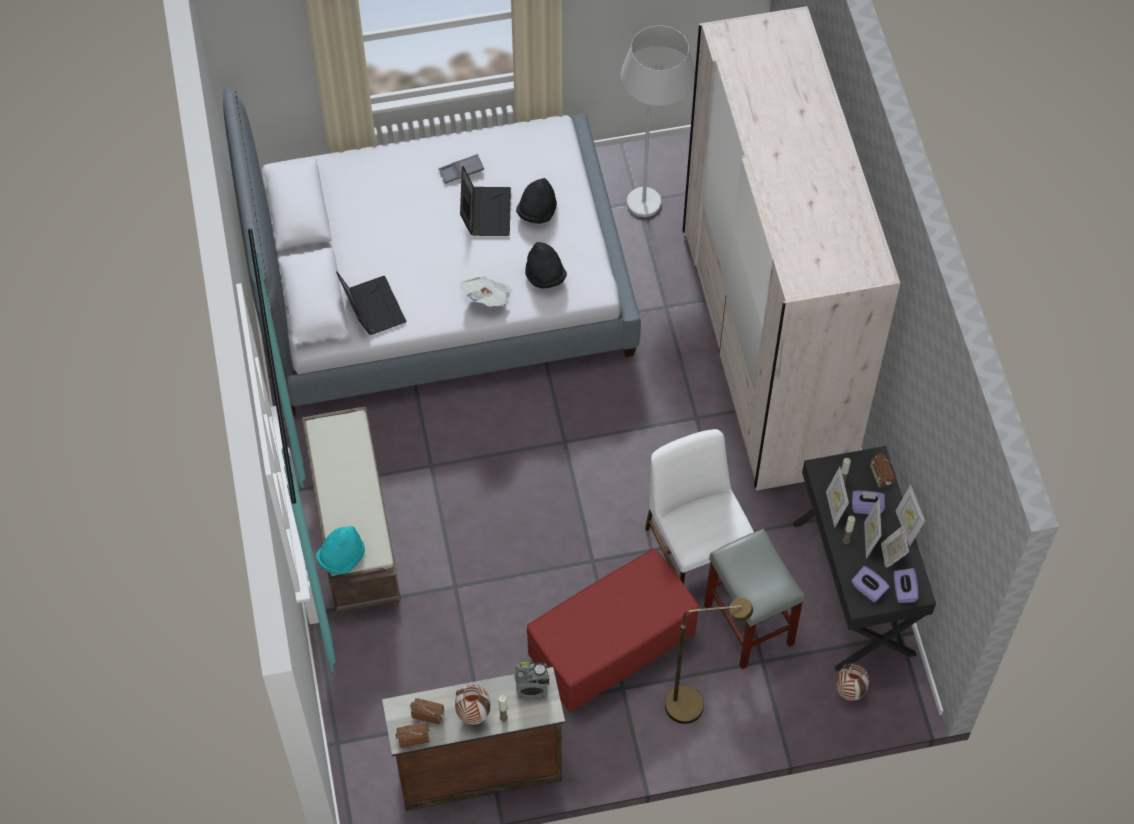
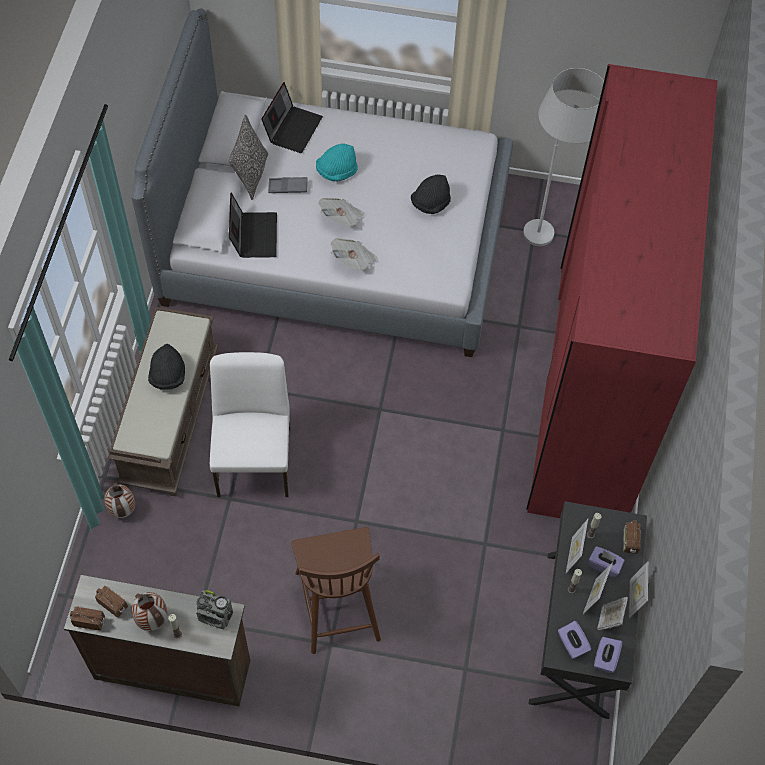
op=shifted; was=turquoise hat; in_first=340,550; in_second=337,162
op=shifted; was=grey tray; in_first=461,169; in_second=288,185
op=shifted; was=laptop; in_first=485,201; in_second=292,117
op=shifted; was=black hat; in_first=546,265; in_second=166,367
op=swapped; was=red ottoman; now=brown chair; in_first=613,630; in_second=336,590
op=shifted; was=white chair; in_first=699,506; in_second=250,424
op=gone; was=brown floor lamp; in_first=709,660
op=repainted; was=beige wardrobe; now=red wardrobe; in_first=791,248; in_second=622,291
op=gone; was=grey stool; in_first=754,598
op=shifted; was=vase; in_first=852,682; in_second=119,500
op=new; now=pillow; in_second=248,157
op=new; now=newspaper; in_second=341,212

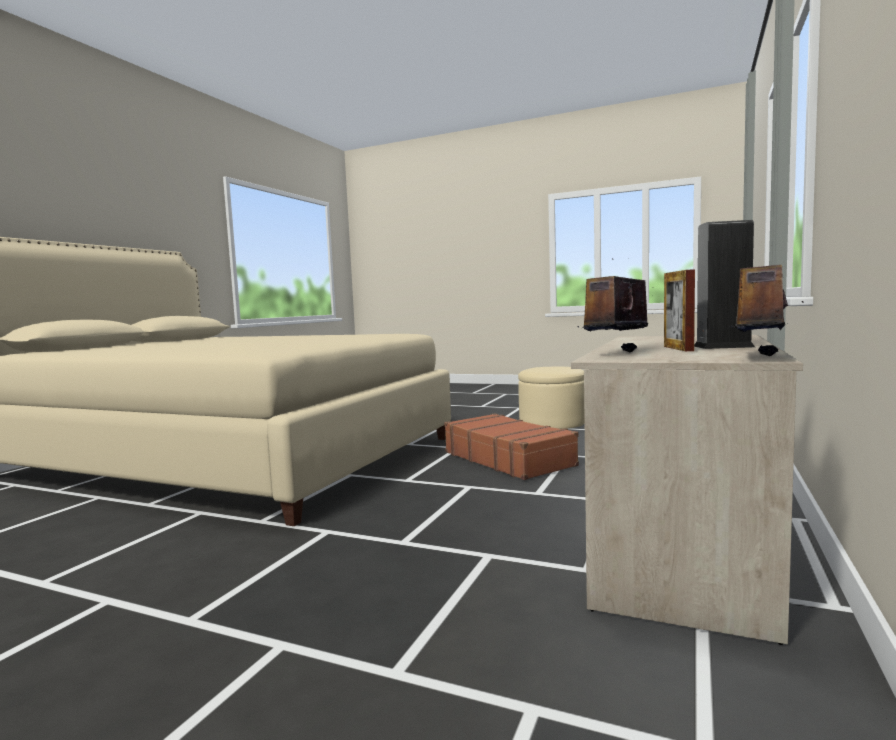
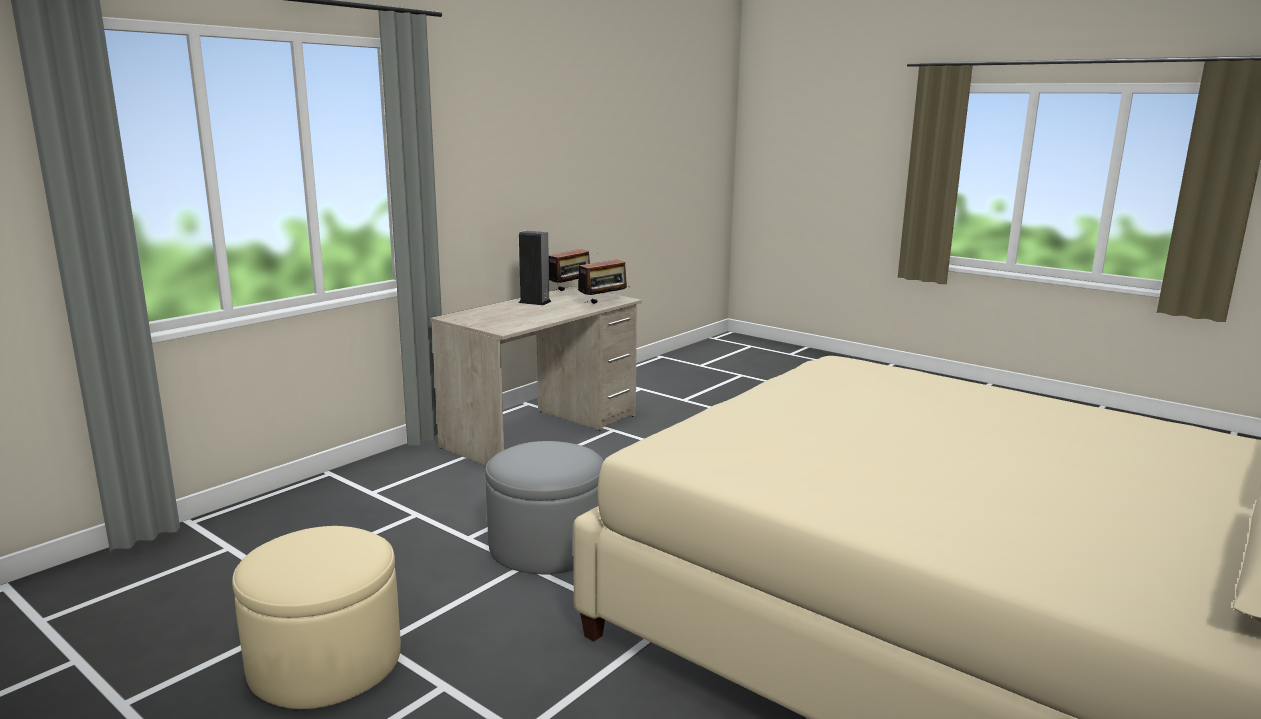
op=swapped; was=brown suitcase; now=grey ottoman; in_first=511,446; in_second=544,507
op=gone; was=picture frame; in_first=679,310

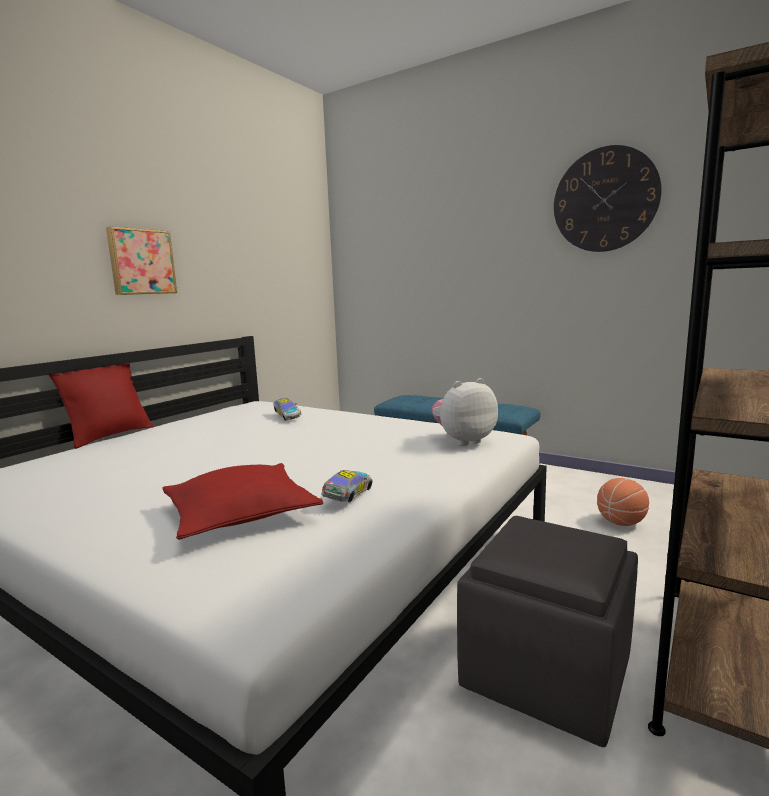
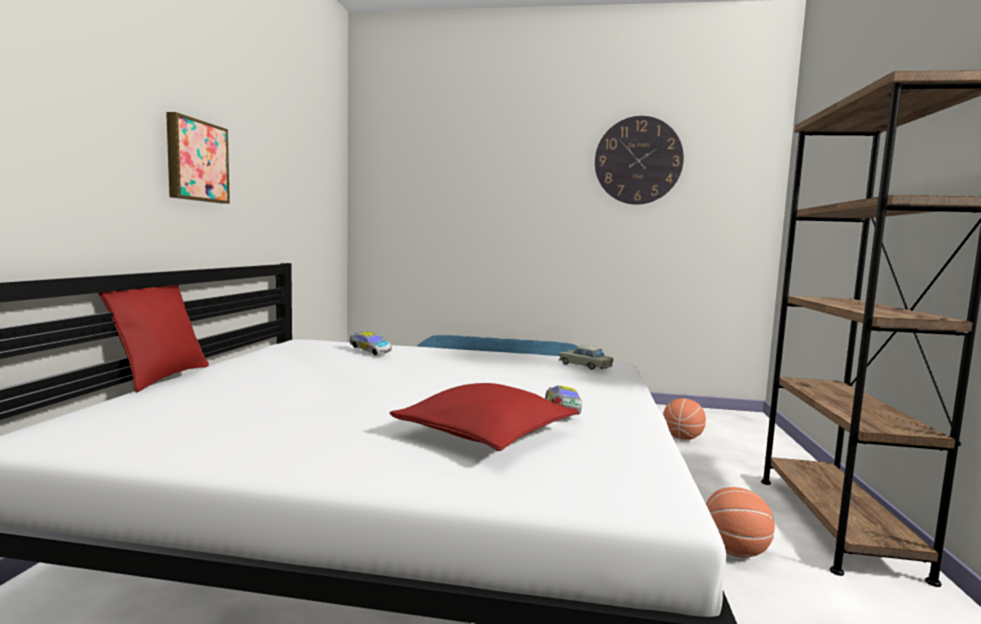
op=swapped; was=plush toy; now=beige toy car; in_first=465,412; in_second=586,358
op=swapped; was=grey ottoman; now=basketball; in_first=547,631; in_second=740,522

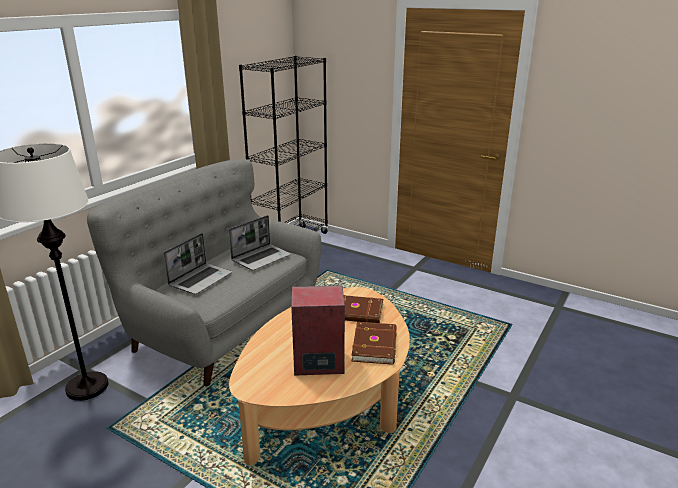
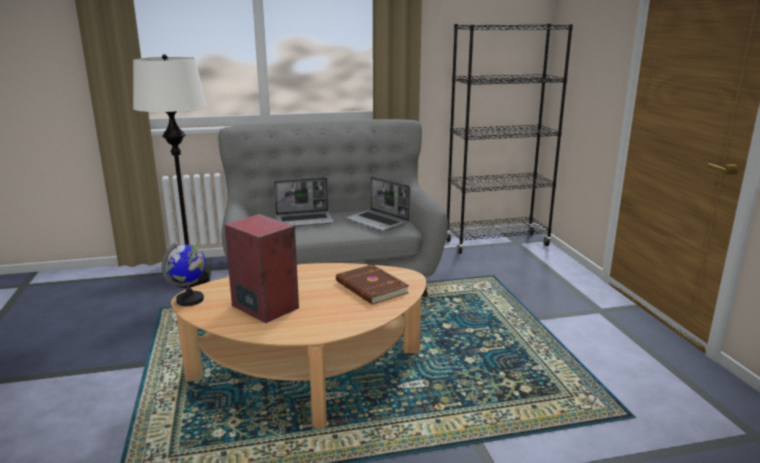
op=rotated; was=laptop; in_first=260,242; in_second=377,203; clockwise=45
op=gone; was=brown book; in_first=374,343
op=new; now=globe; in_second=184,274

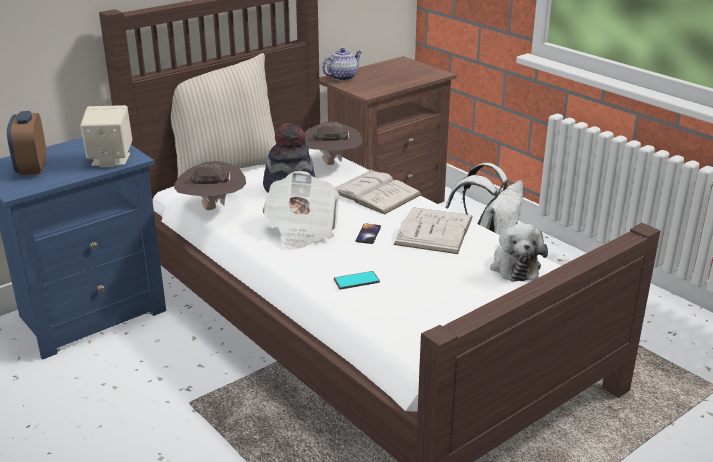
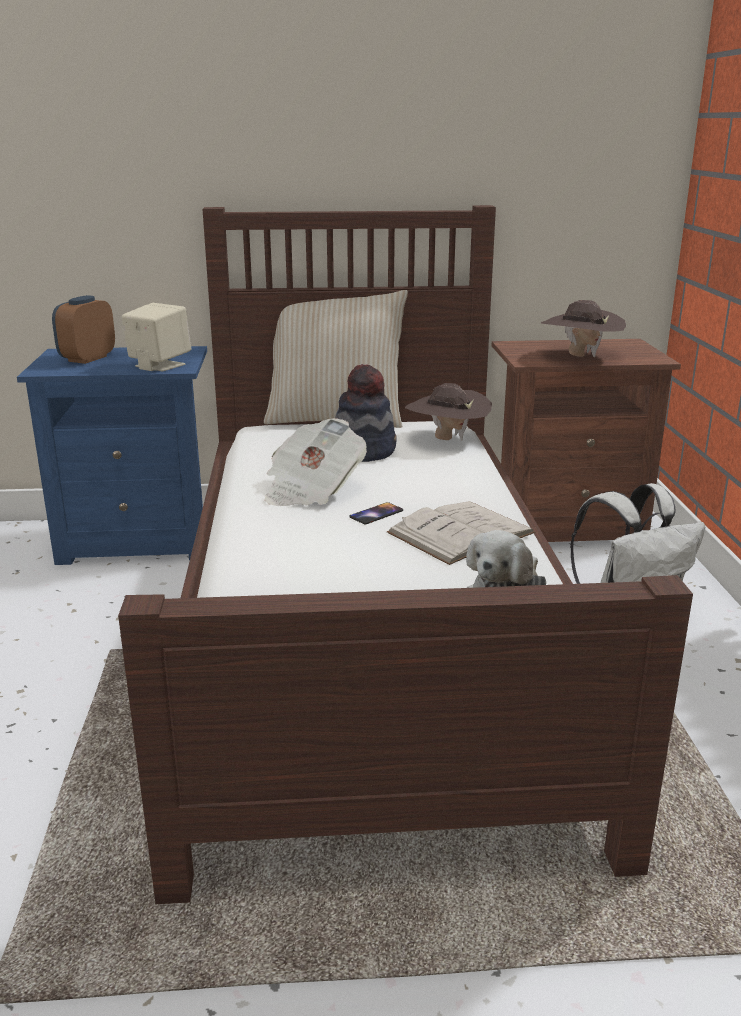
op=shifted; was=brown hat; in_first=210,185; in_second=583,329
op=gone; was=teapot; in_first=342,64
op=gone; was=phone; in_first=357,280
op=gone; was=white book; in_first=378,192

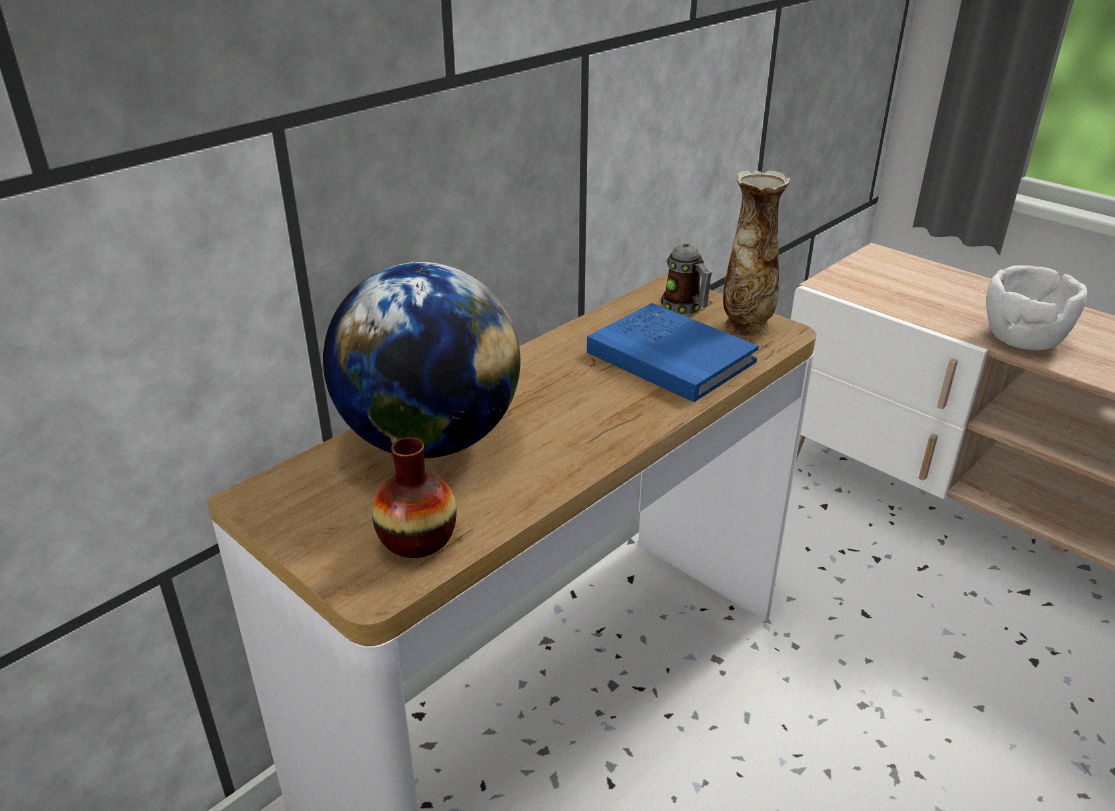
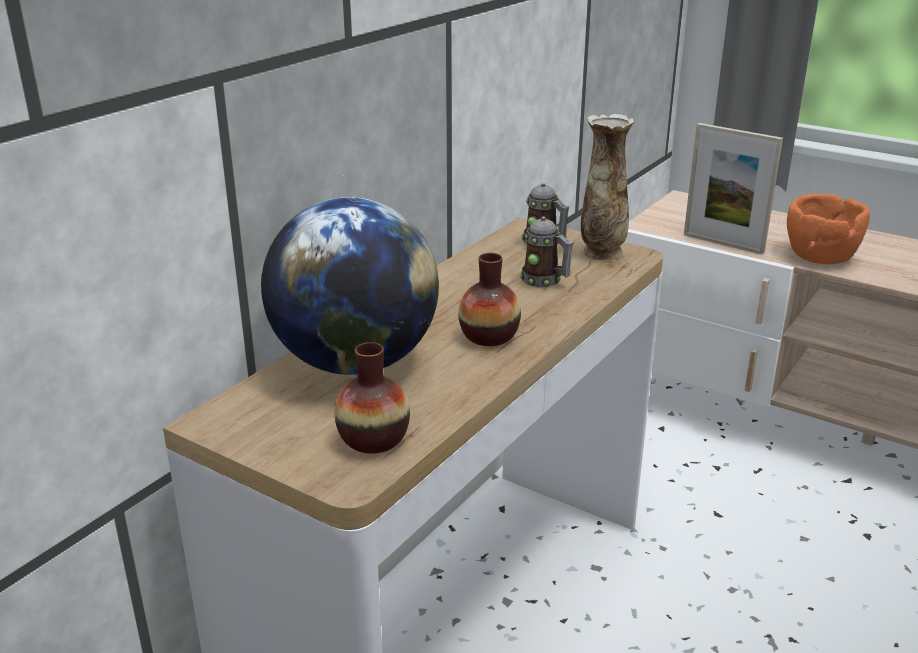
op=swapped; was=blue book; now=mug; in_first=673,352; in_second=547,252
op=repainted; was=white bowl; now=orange bowl; in_first=1036,307; in_second=828,229
op=new; now=vase; in_second=489,299
op=new; now=picture frame; in_second=733,189

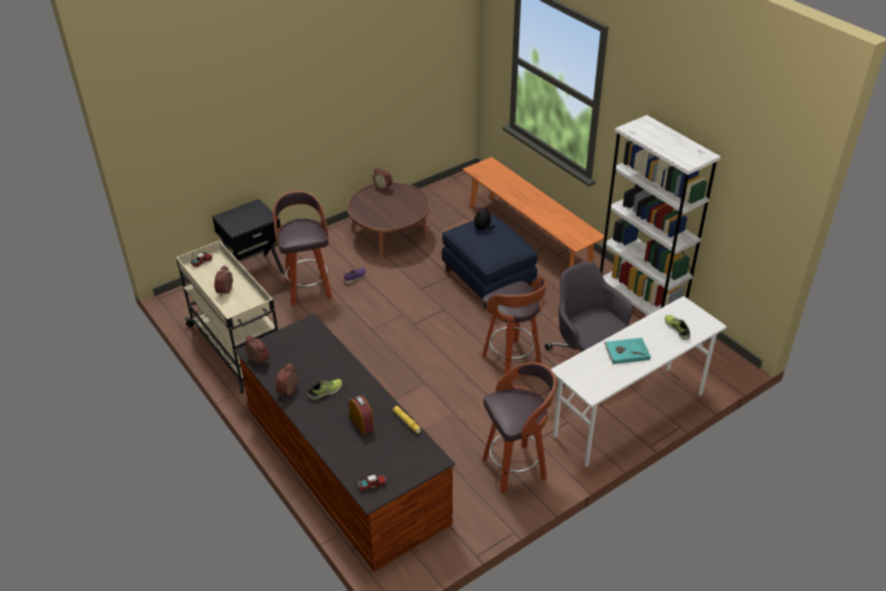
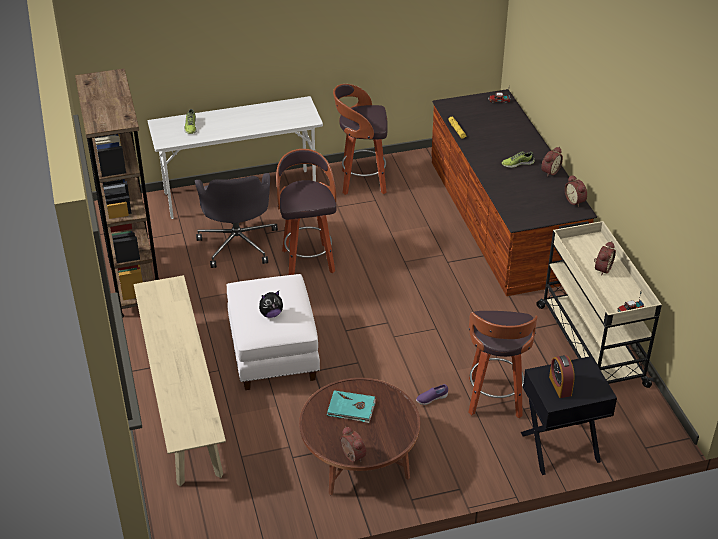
op=shifted; was=alarm clock; in_first=361,415; in_second=562,376
op=repainted; was=blue ottoman; now=white ottoman; in_first=490,261; in_second=273,332
op=repainted; was=orange bench; now=beige bench; in_first=533,212; in_second=180,380
op=repainted; was=white bookcase; now=brown bookcase; in_first=660,215; in_second=117,193
op=shifted; was=turquoise book; in_first=627,351; in_second=351,406

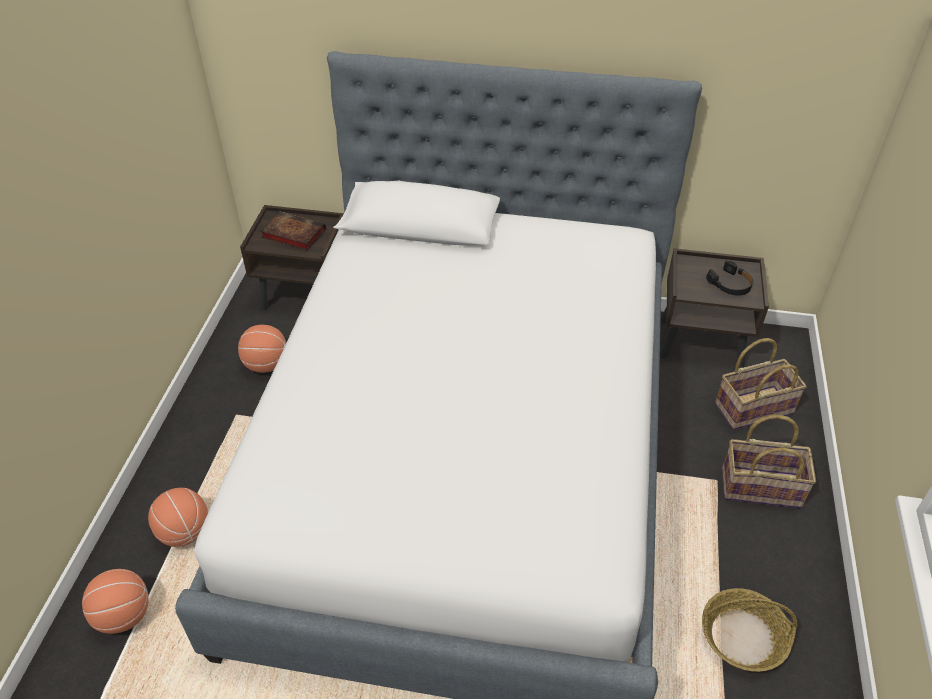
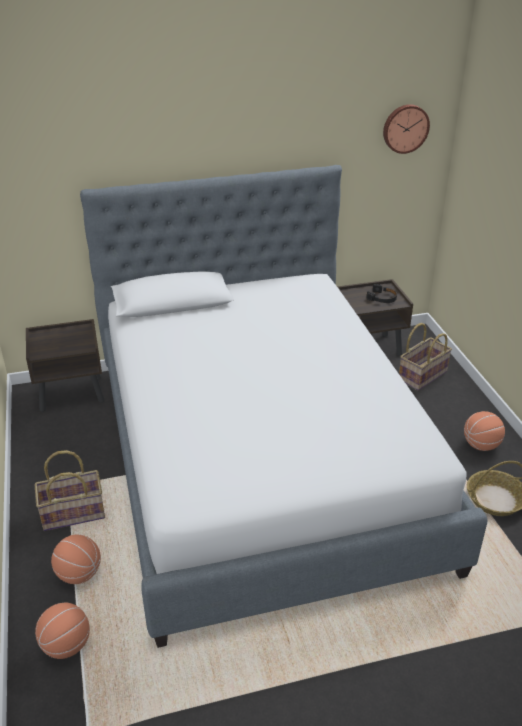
op=shifted; was=basketball; in_first=262,349; in_second=484,431
op=gone; was=book; in_first=293,230
op=shifted; was=basket; in_first=769,461; in_second=70,490
op=new; now=wall clock; in_second=406,129

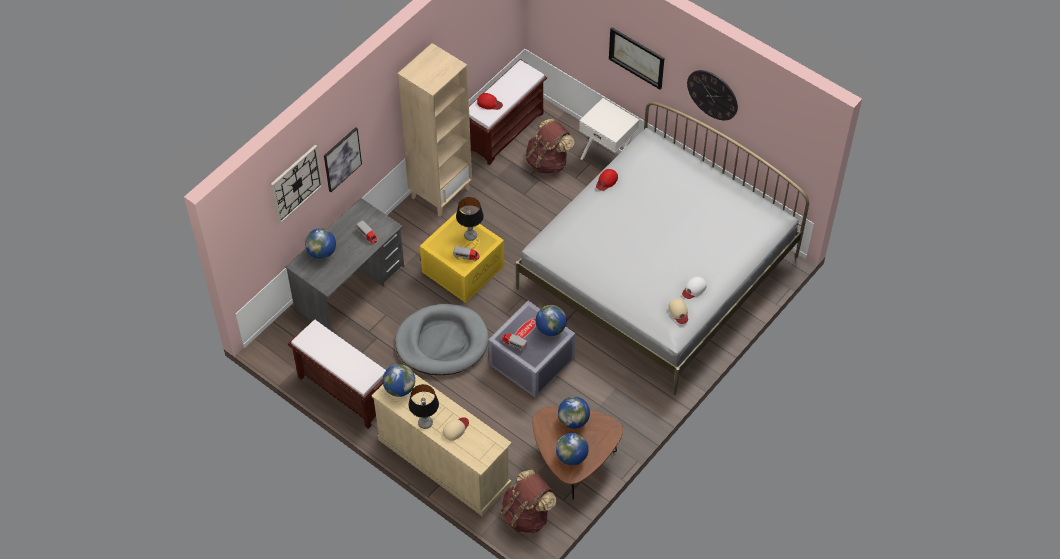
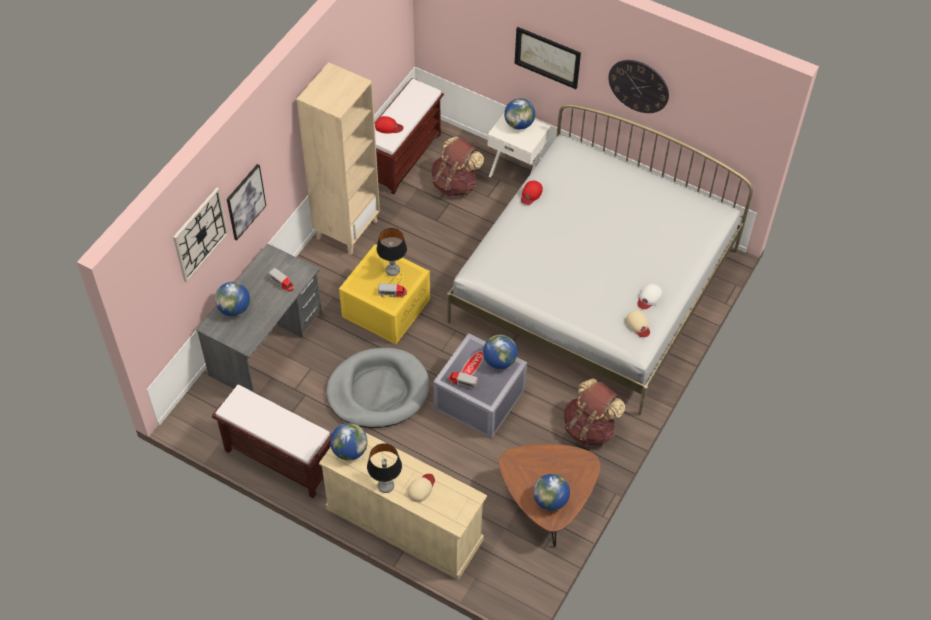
op=shifted; was=brown backpack; in_first=528,502; in_second=594,412
op=shifted; was=globe; in_first=574,412; in_second=519,114

